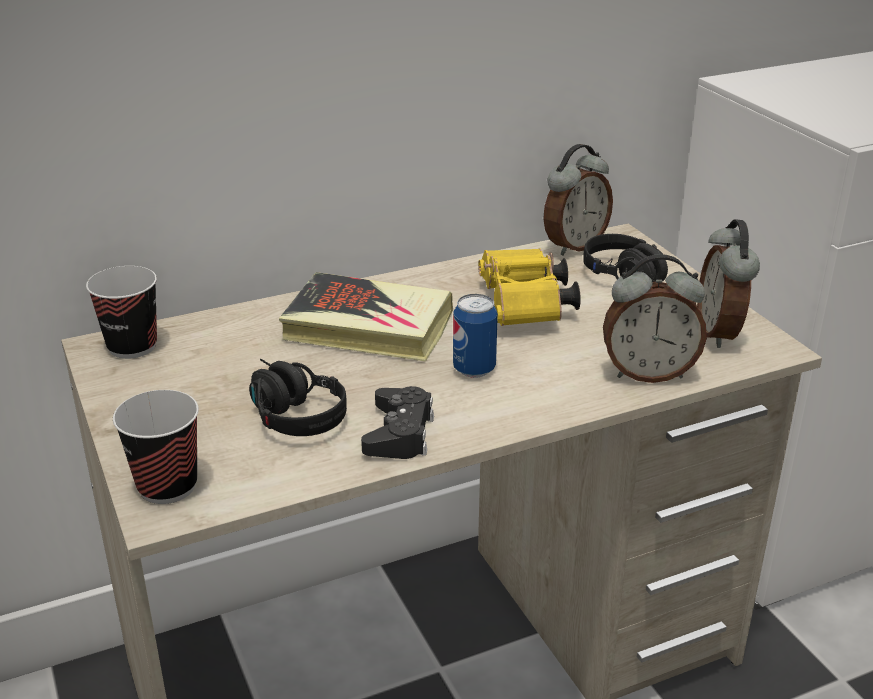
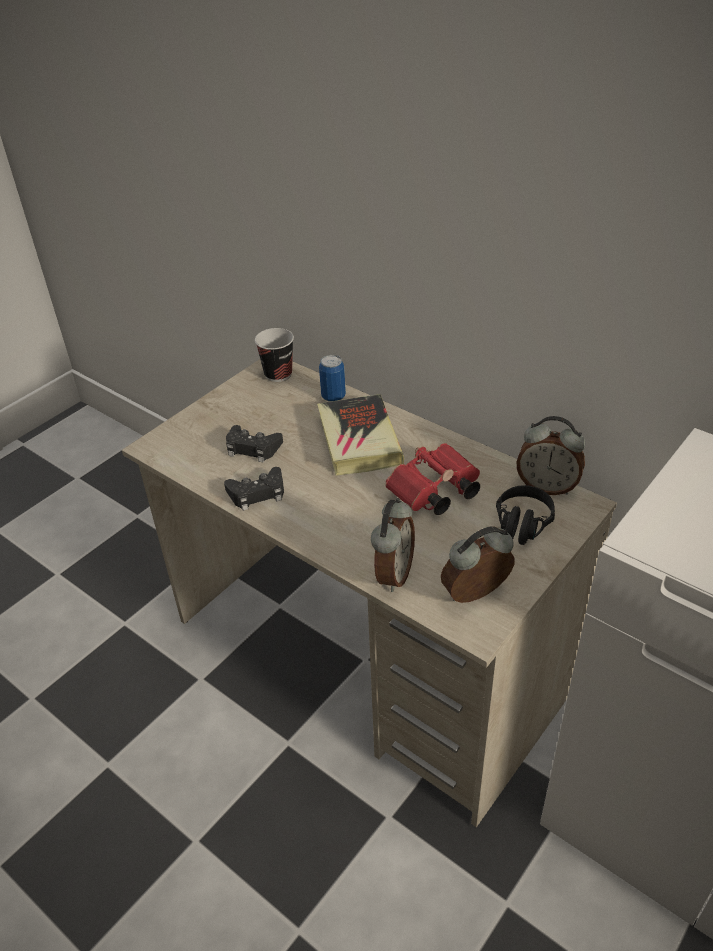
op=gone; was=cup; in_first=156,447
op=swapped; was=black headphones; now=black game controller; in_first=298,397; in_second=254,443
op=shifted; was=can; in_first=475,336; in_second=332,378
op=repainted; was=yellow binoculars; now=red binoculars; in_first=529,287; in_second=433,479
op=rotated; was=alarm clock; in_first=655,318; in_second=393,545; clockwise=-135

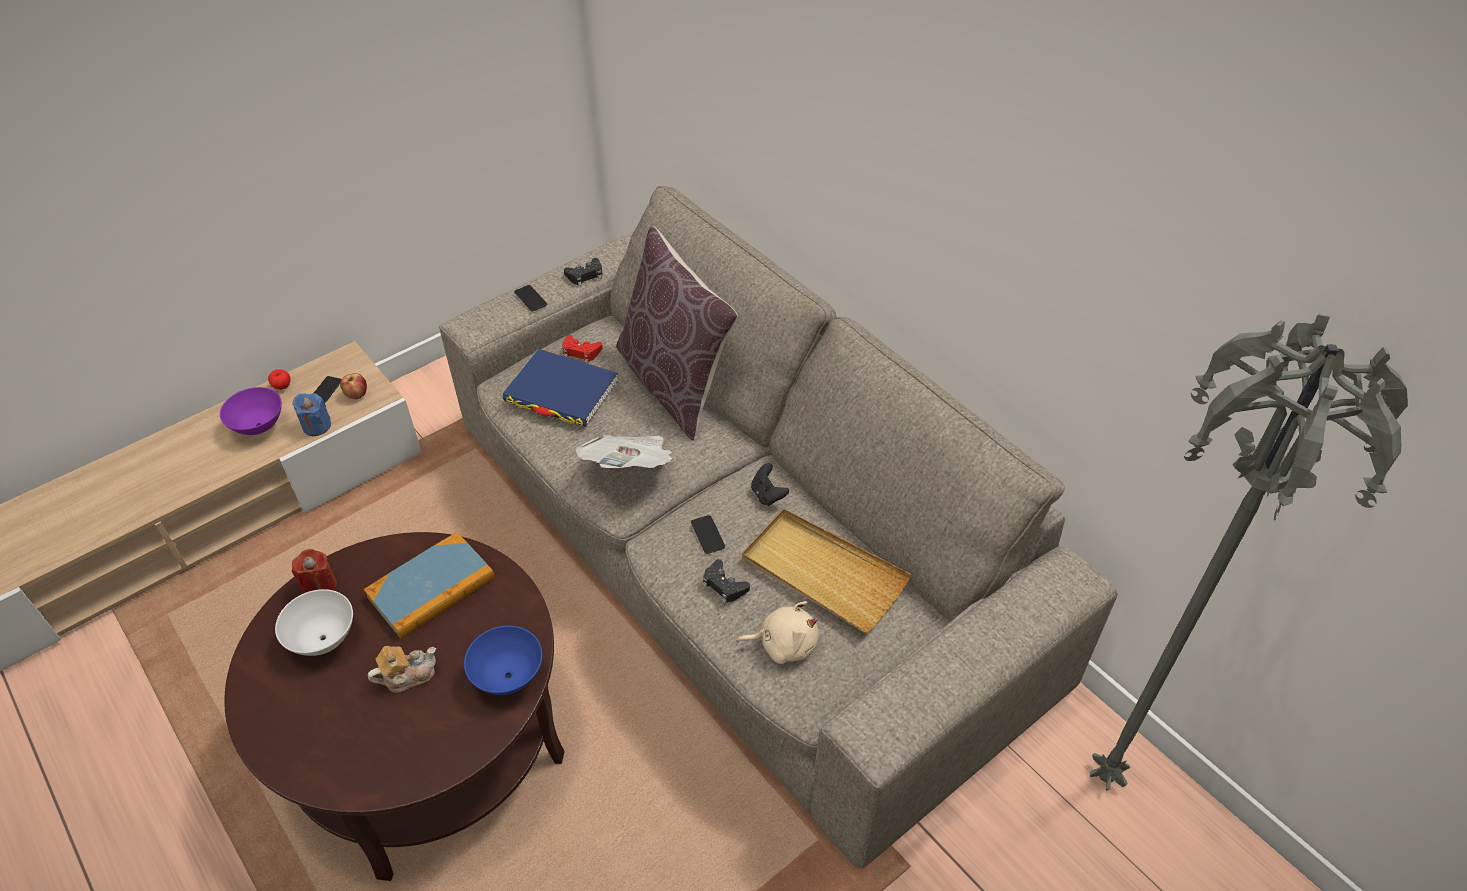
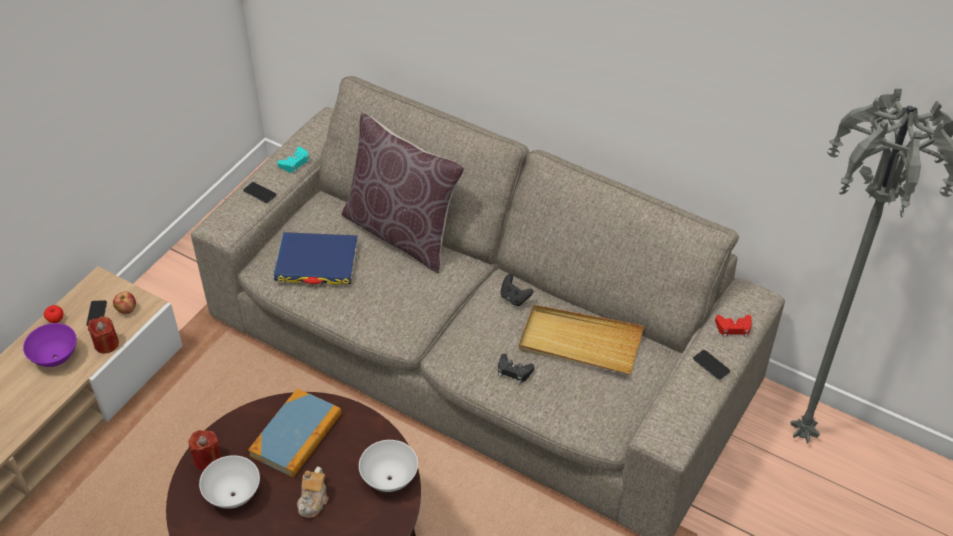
op=repainted; was=blue candle; now=red candle; in_first=312,414; in_second=103,335
op=rotated; was=teapot; in_first=402,669; in_second=313,492; clockwise=150
op=repainted; was=blue bowl; now=white bowl; in_first=503,660; in_second=388,466
op=shifted; was=red game controller; in_first=582,349; in_second=733,326
op=repainted; was=black game controller; now=turquoise game controller; in_first=583,272; in_second=293,160
op=gone; was=newspaper; in_first=624,451
op=shifted; was=phone; in_first=708,534; in_second=711,365
op=gone; was=beige plush toy; in_first=778,632

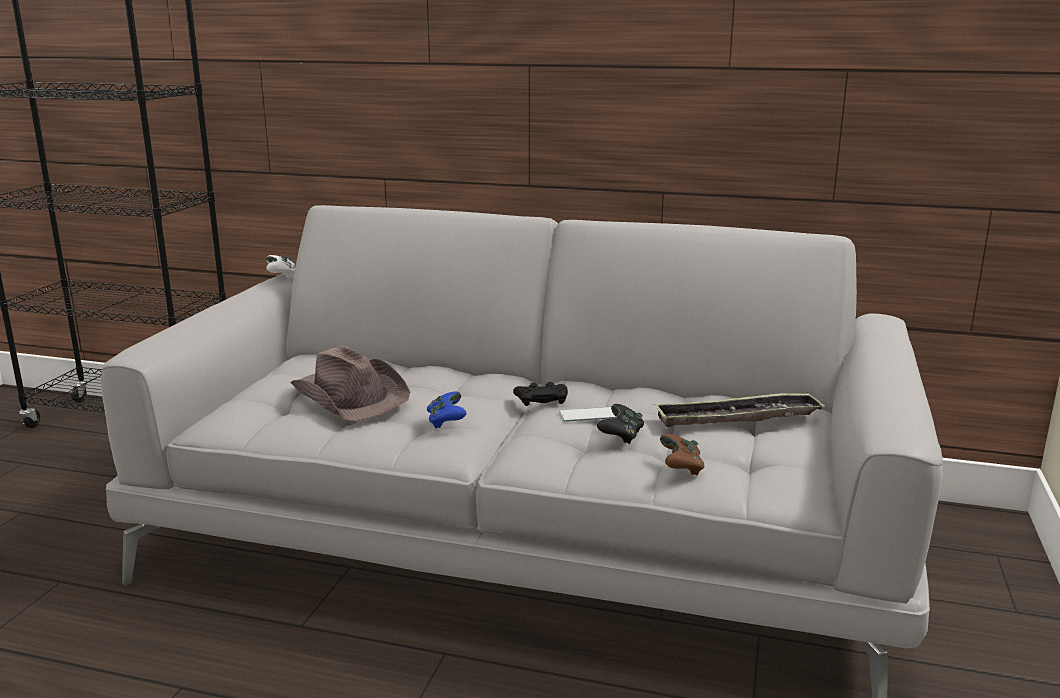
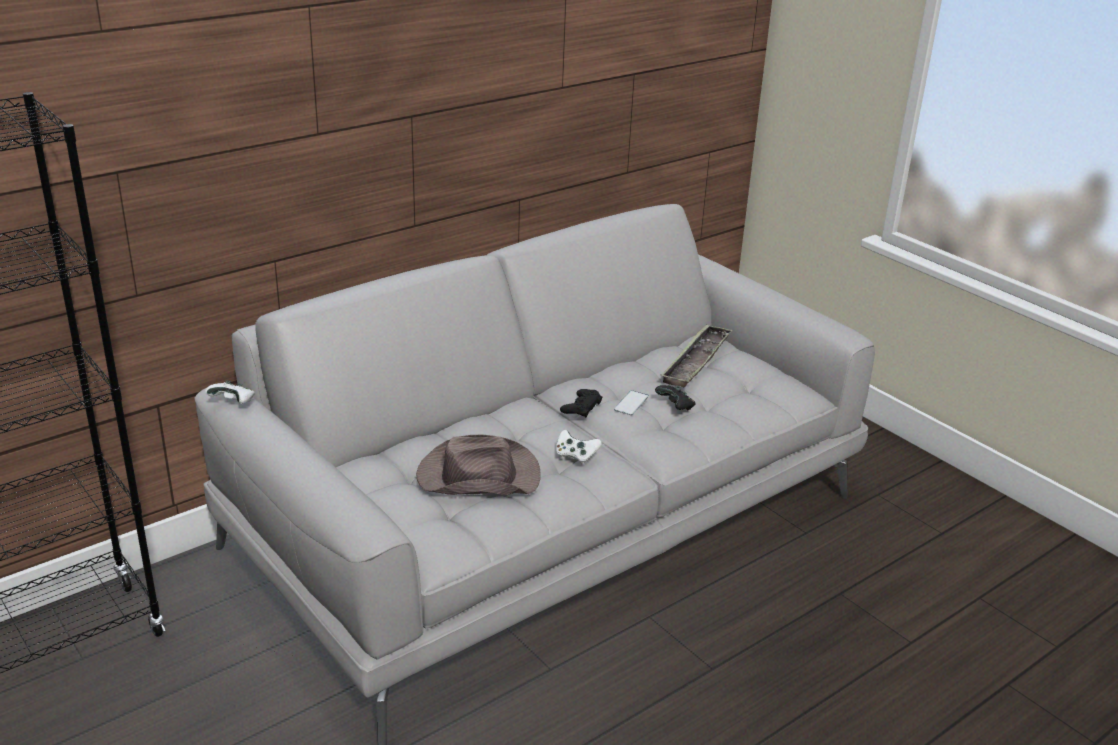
op=repainted; was=blue game controller; now=white game controller; in_first=446,410; in_second=579,447
op=gone; was=brown game controller; in_first=682,454

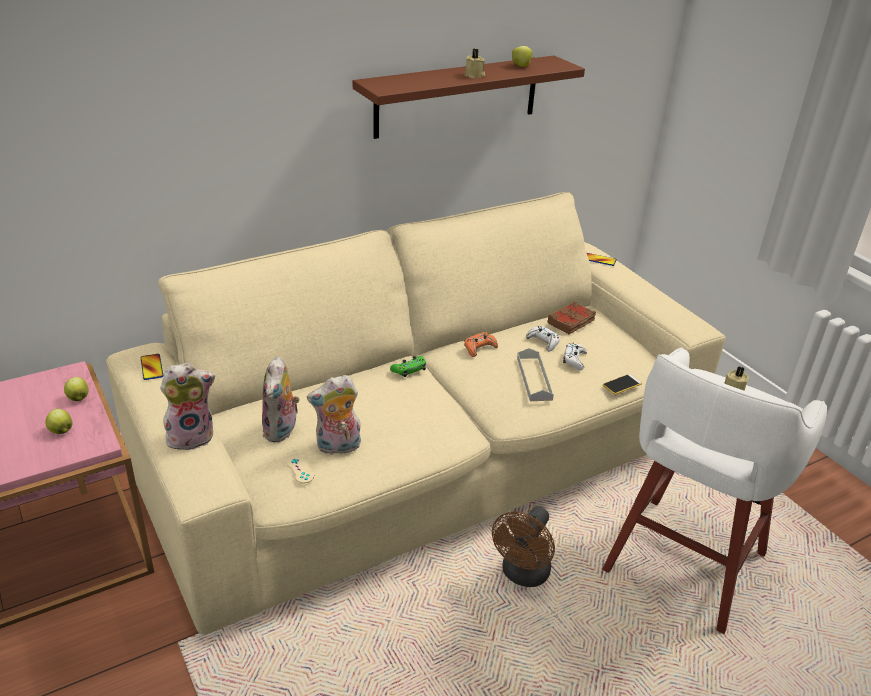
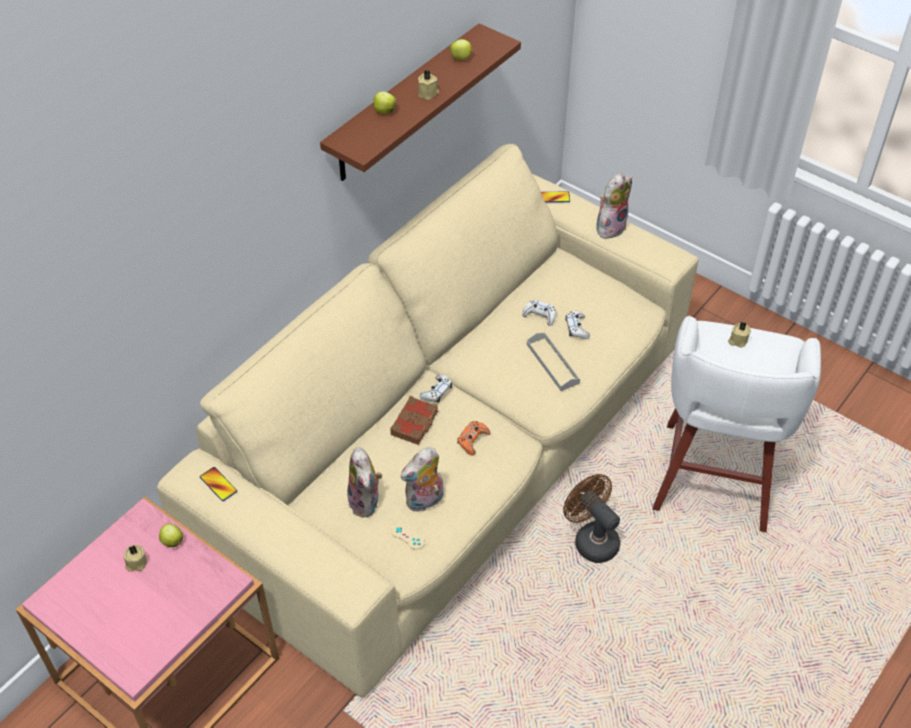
op=shifted; was=apple; in_first=58,421; in_second=384,102
op=shifted; was=plush toy; in_first=187,406; in_second=614,205
op=repainted; was=green game controller; now=white game controller; in_first=408,366; in_second=436,388
op=shifted; was=orange game controller; in_first=481,344; in_second=473,438
op=rotated; was=brown fan; in_first=523,546; in_second=591,518; clockwise=135
op=shifted; was=brown book; in_first=572,317; in_second=414,420
op=gone; was=phone; in_first=622,384
op=new; now=beige candle; in_second=135,558

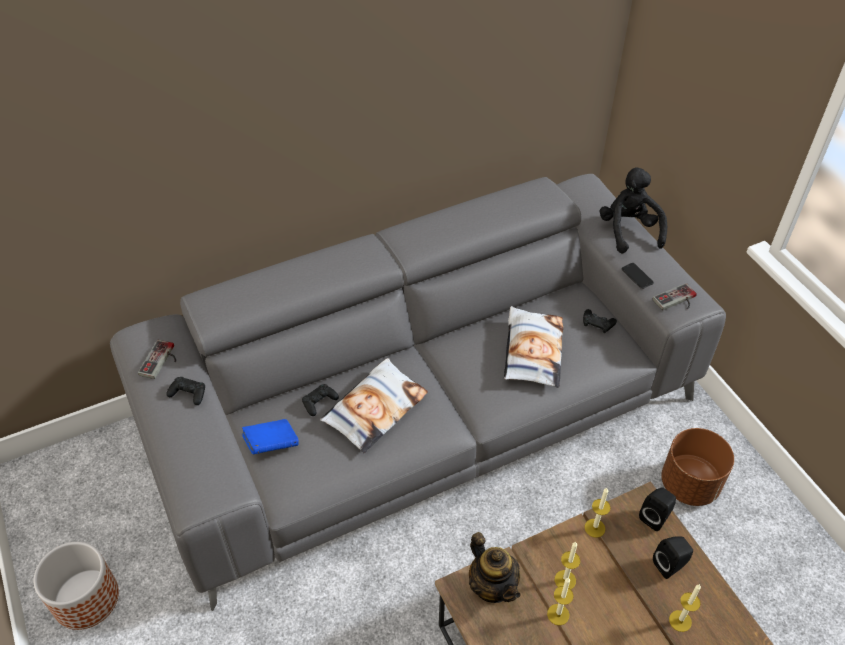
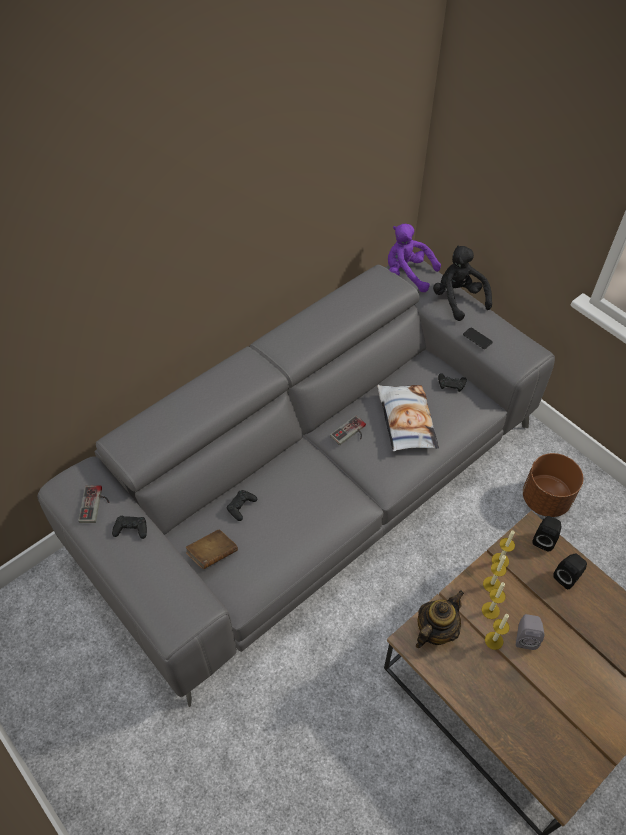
op=gone; was=planter; in_first=76,586
op=repainted; was=blue book; now=brown book; in_first=270,437; in_second=211,549
op=gone; was=pillow; in_first=374,405
op=rotated; was=teapot; in_first=495,567; in_second=440,619; clockwise=-90
op=shifted; was=game controller; in_first=674,296; in_second=348,430
op=shifted; was=candle; in_first=685,608; in_second=495,573
op=new; now=purple plush toy; in_second=414,257
op=new; now=grey speaker; in_second=530,632

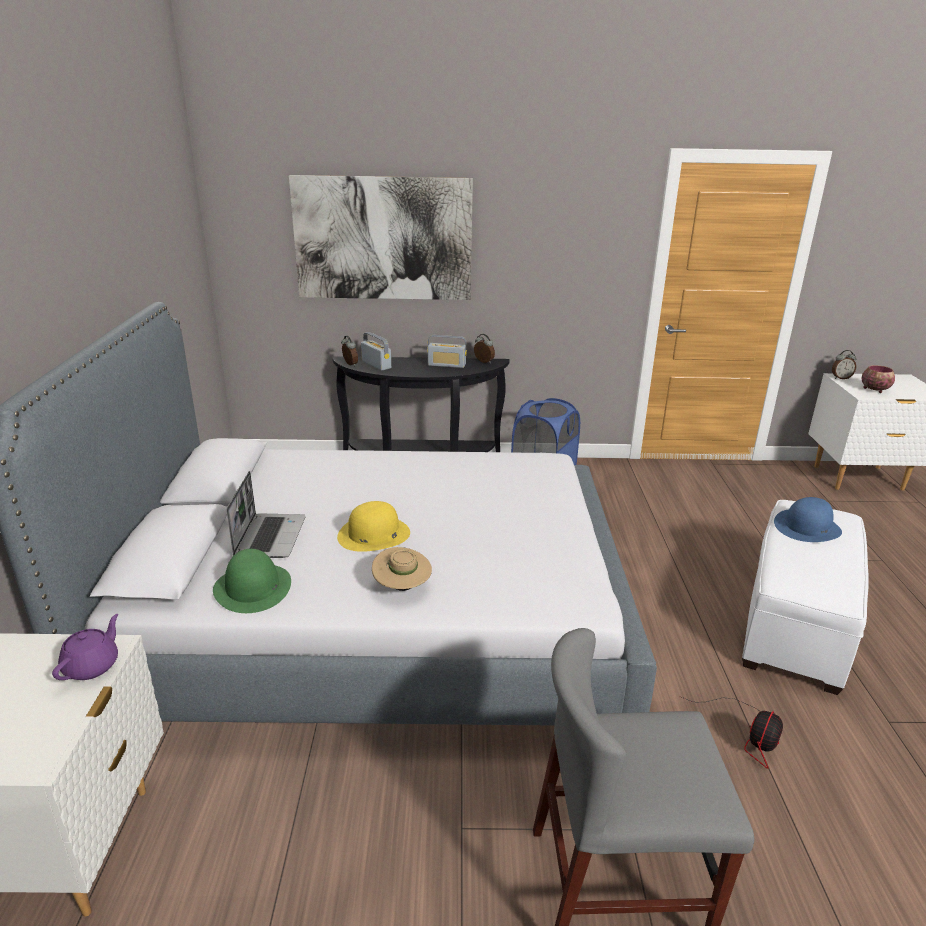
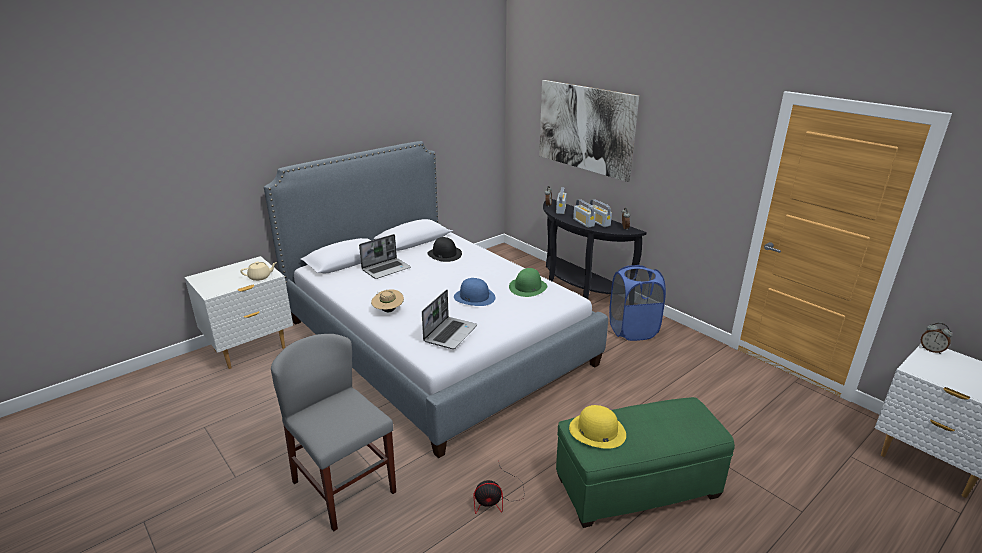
op=repainted; was=purple teapot; now=beige teapot; in_first=85,647; in_second=258,271
op=shifted; was=green hat; in_first=252,581; in_second=528,282
op=shifted; was=yellow hat; in_first=373,526; in_second=597,427
op=repainted; was=white ottoman; now=green ottoman; in_first=805,597; in_second=645,462
op=shifted; was=blue hat; in_first=808,519; in_second=475,292
op=gone; was=bowl; in_first=878,379
op=new; now=laptop; in_second=449,319
op=new; now=black hat; in_second=445,249
op=new; now=radio; in_second=584,213

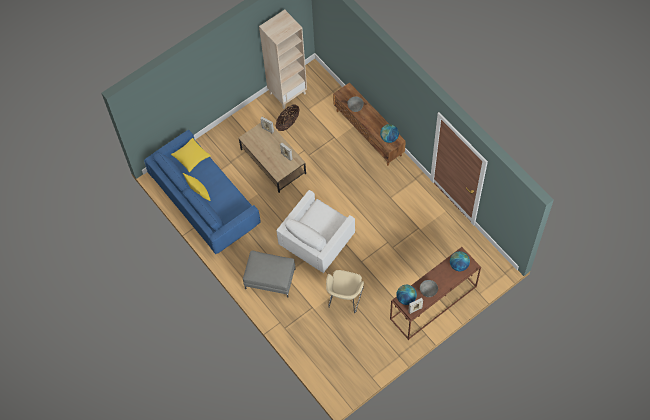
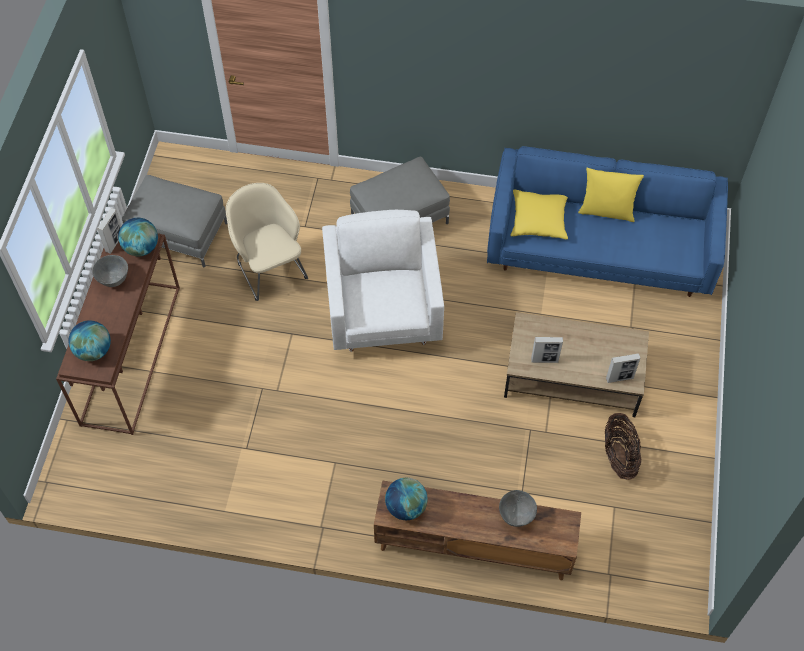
op=shifted; was=yellow pillow; in_first=191,155; in_second=539,214
op=gone; was=beige bookcase; in_first=283,59
op=new; now=grey ottoman; in_second=174,221

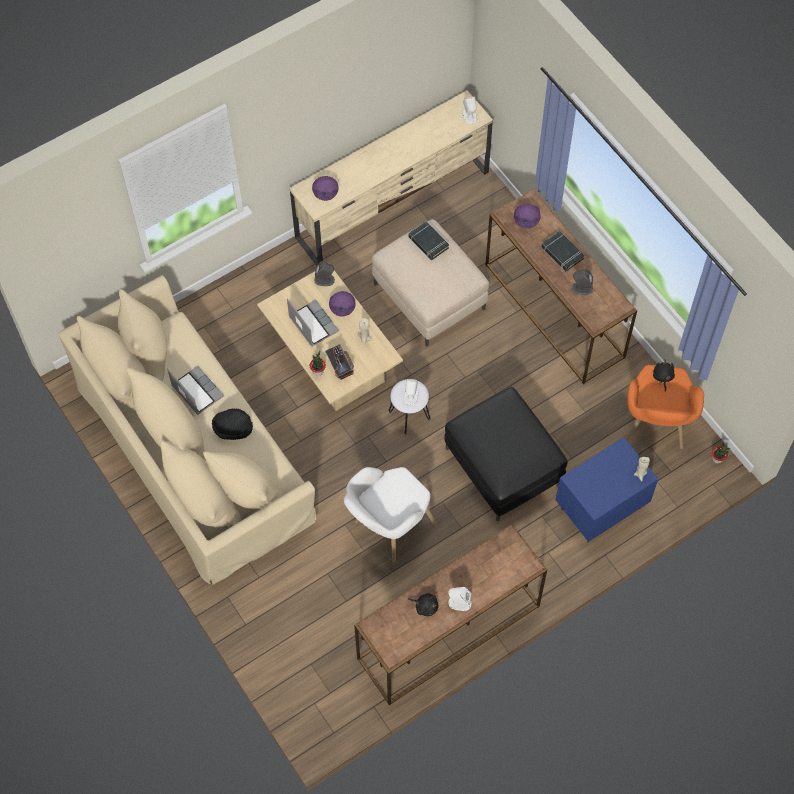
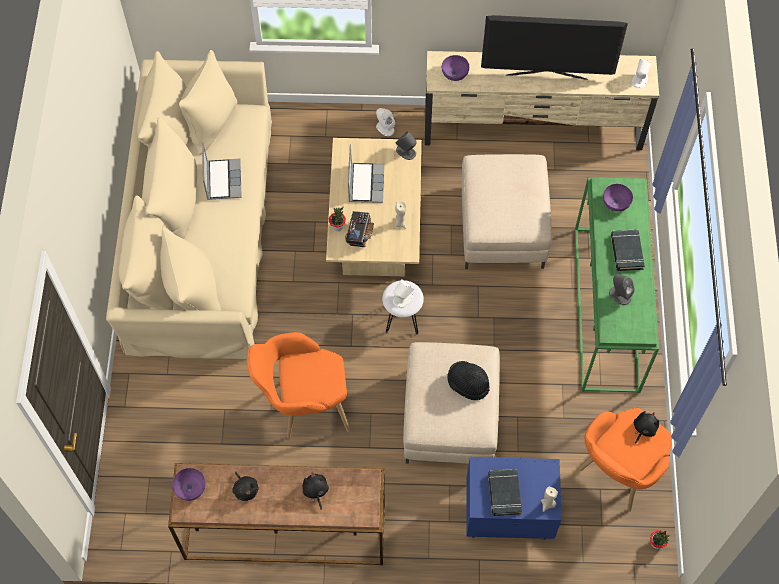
op=shifted; was=black hat; in_first=232,424; in_second=468,380
op=shifted; was=purple bowl; in_first=342,303; in_second=189,484
op=repainted; was=white armchair; now=orange armchair; in_first=391,515; in_second=298,385
op=shifted; was=black book; in_first=429,240; in_second=505,492
op=repainted; was=black ottoman; now=beige ottoman; in_first=506,454; in_second=451,403
op=shifted; was=white speaker; in_first=459,599; in_second=385,122
op=repainted; was=brown console table; now=green console table; in_first=561,287; in_second=617,285
op=new; now=black plush toy; in_second=316,491
op=new; now=television; in_second=554,47

